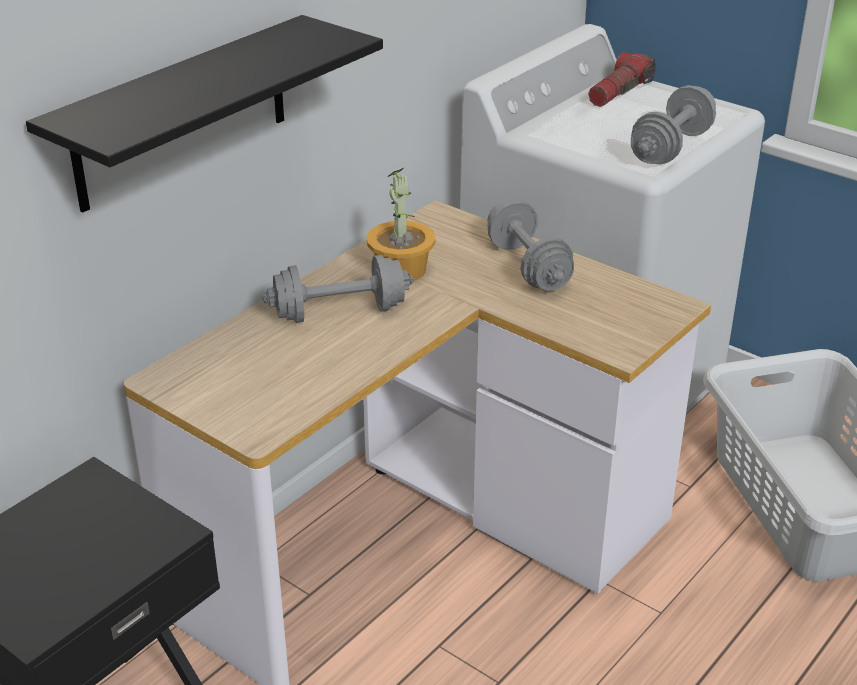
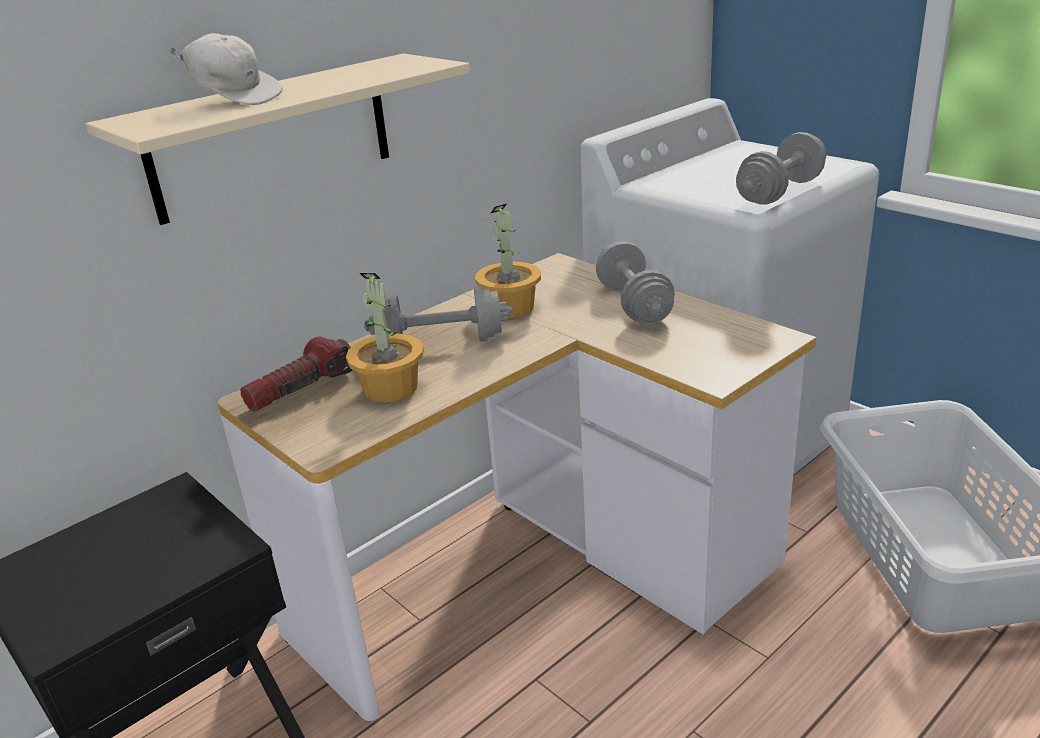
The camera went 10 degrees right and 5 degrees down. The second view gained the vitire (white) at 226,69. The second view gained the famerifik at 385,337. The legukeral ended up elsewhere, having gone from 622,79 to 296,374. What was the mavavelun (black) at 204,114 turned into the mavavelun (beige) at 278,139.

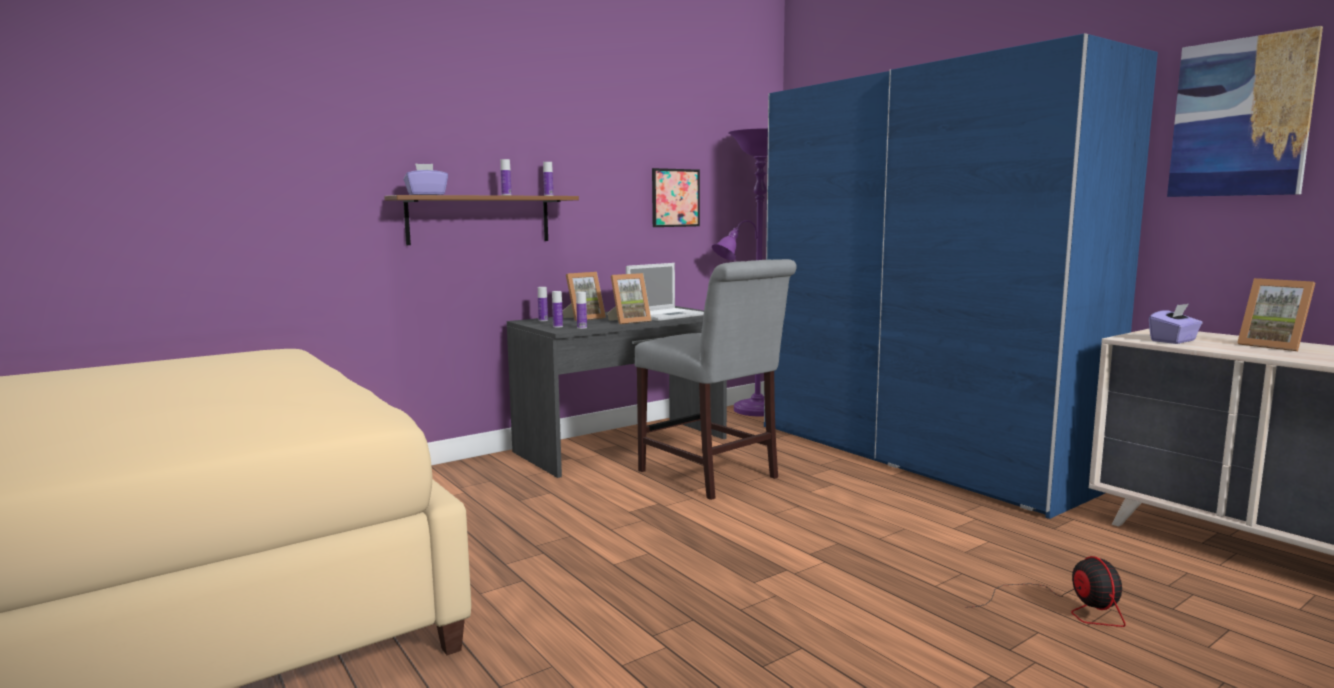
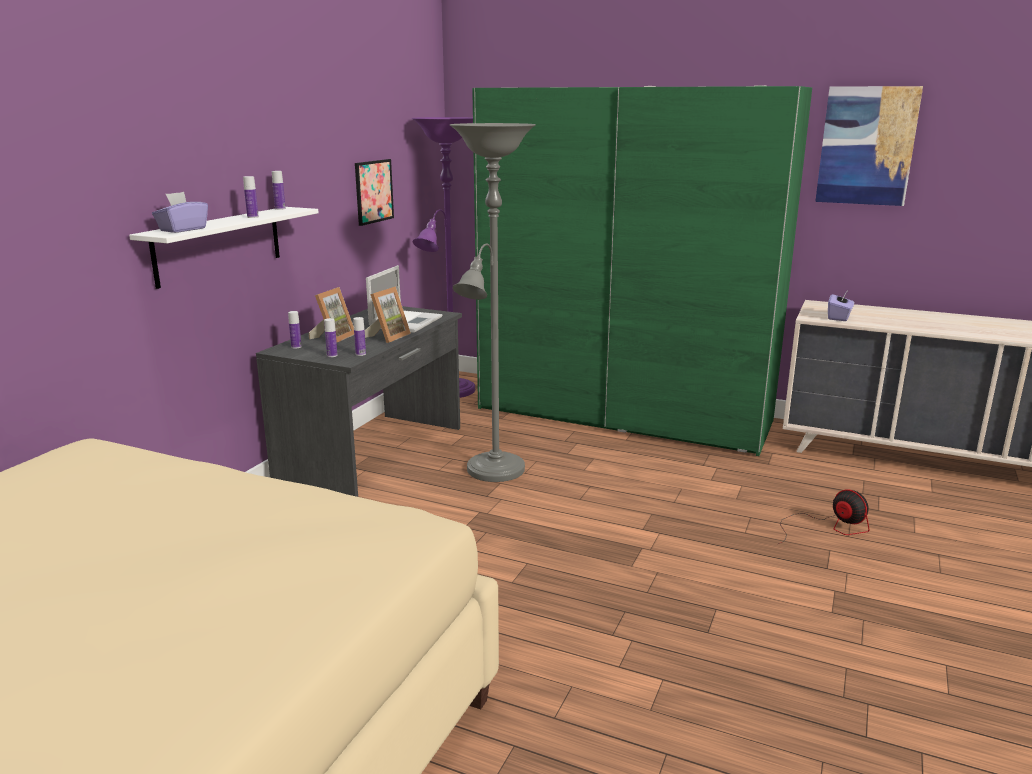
The camera went 30 degrees left and 10 degrees up. The second view lost the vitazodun at 1276,314. Where the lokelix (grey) stood at 715,379, the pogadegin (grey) came to stand at 493,302. What was the mavavelun (brown) at 481,220 turned into the mavavelun (white) at 224,248. What was the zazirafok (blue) at 961,276 turned into the zazirafok (green) at 642,270.

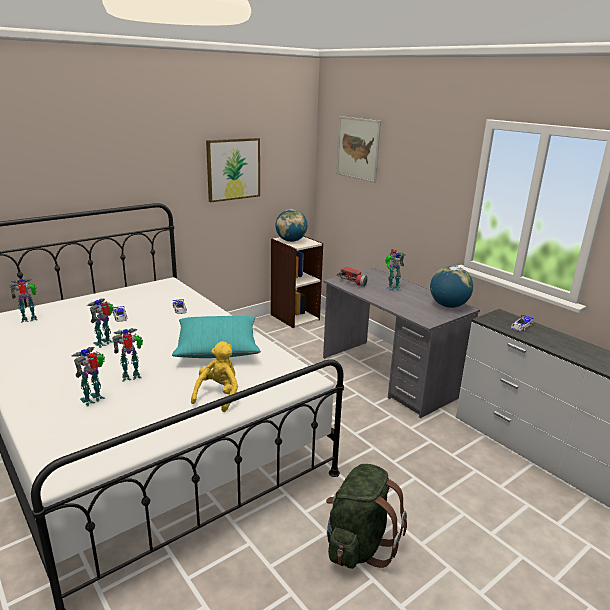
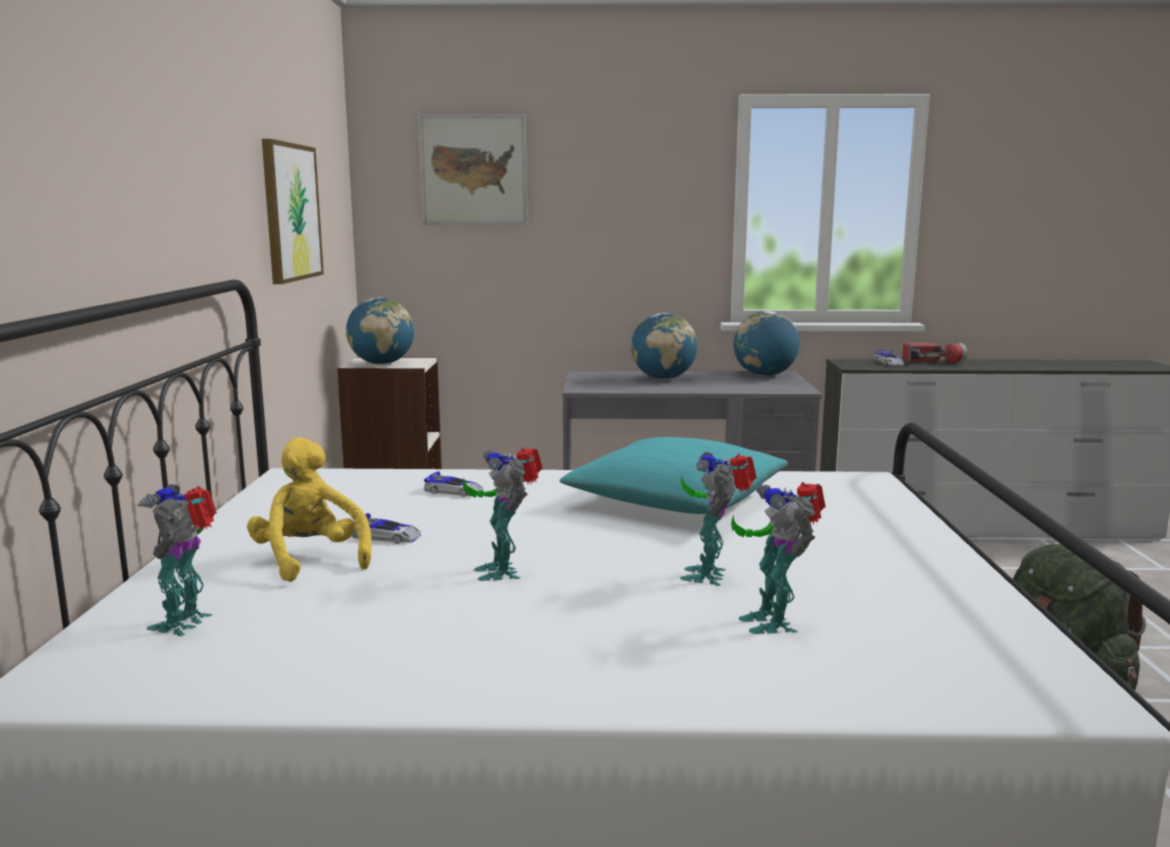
The camera went 50 degrees left and 10 degrees down. The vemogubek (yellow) ended up elsewhere, having gone from 214,376 to 309,509. The legukeral ended up elsewhere, having gone from 352,277 to 934,352. Where the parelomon stood at 395,270, the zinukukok came to stand at 664,346.

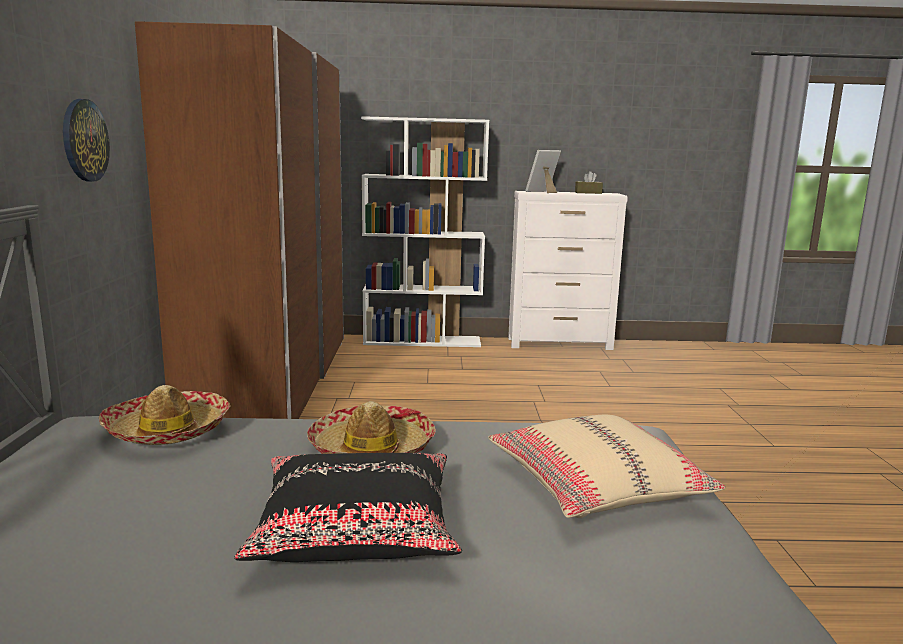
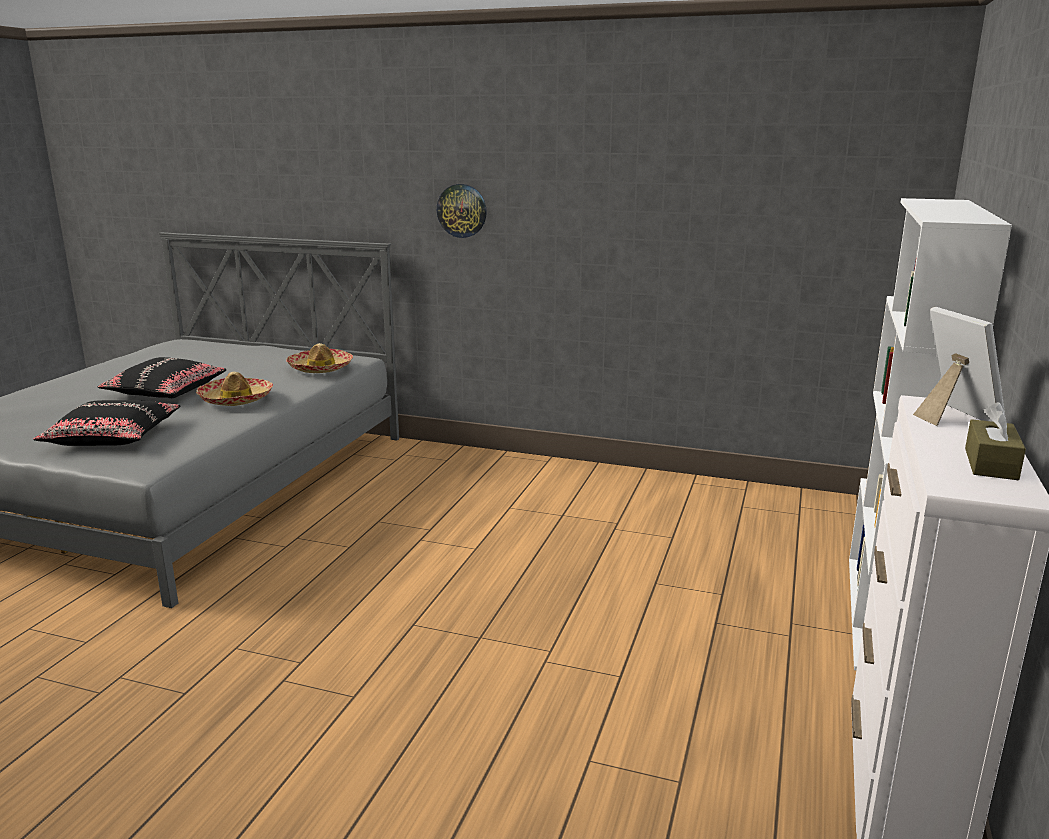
The camera went 110 degrees right and 5 degrees up. The second view lost the zazirafok (brown) at 239,220. What was the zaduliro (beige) at 606,466 turned into the zaduliro (black) at 107,423.

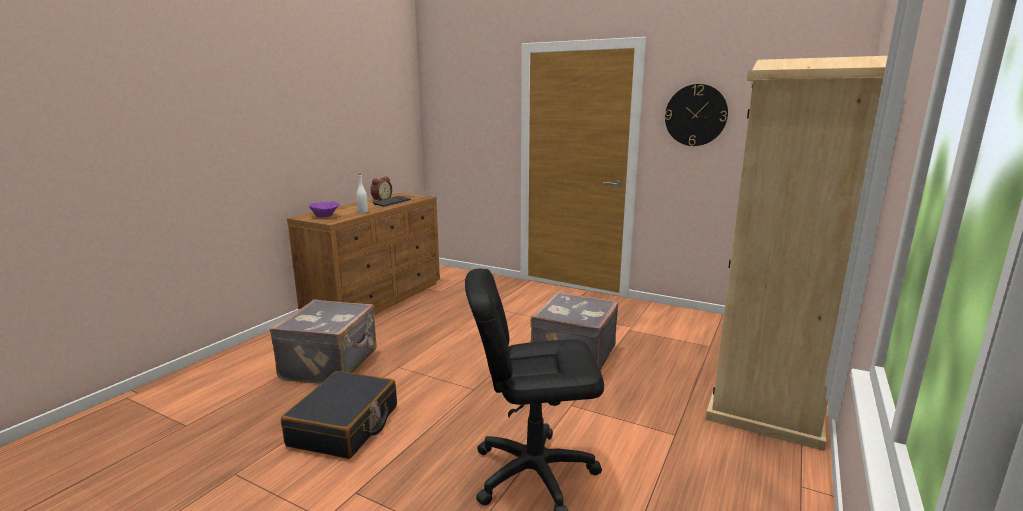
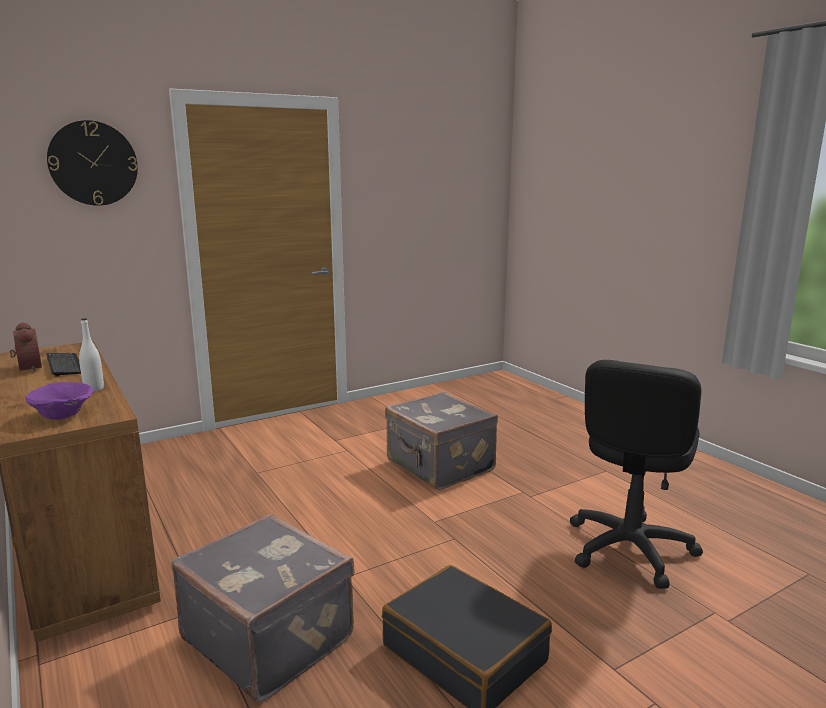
The camera went 60 degrees left and 0 degrees up. The second view lost the zazirafok (beige) at 797,253. The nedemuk ended up elsewhere, having gone from 696,115 to 92,163.

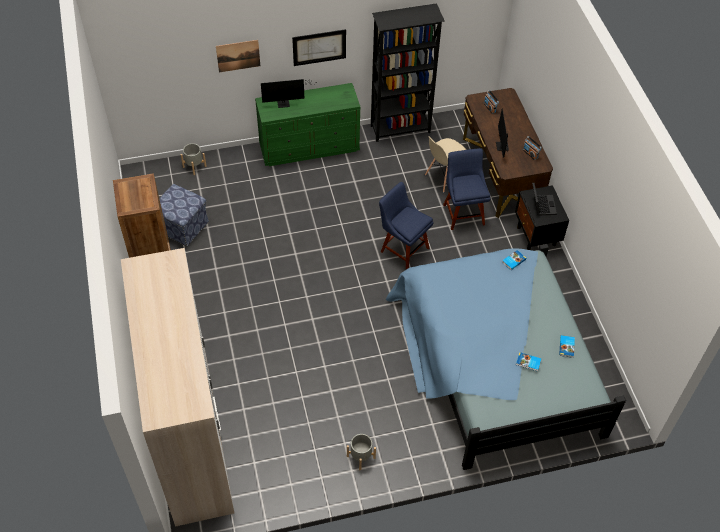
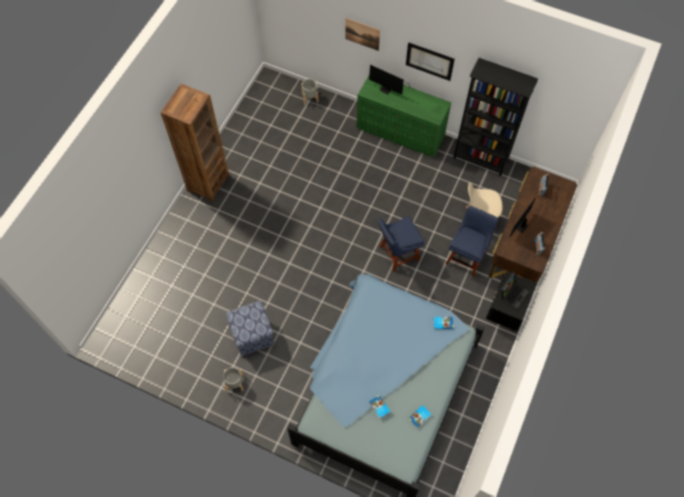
The camera went 40 degrees right and 10 degrees up. The second view lost the zazirafok at 177,387. The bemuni ended up elsewhere, having gone from 184,215 to 250,329. The lokelix (blue) at 406,225 ended up facing another way, 105 degrees counterclockwise from before.

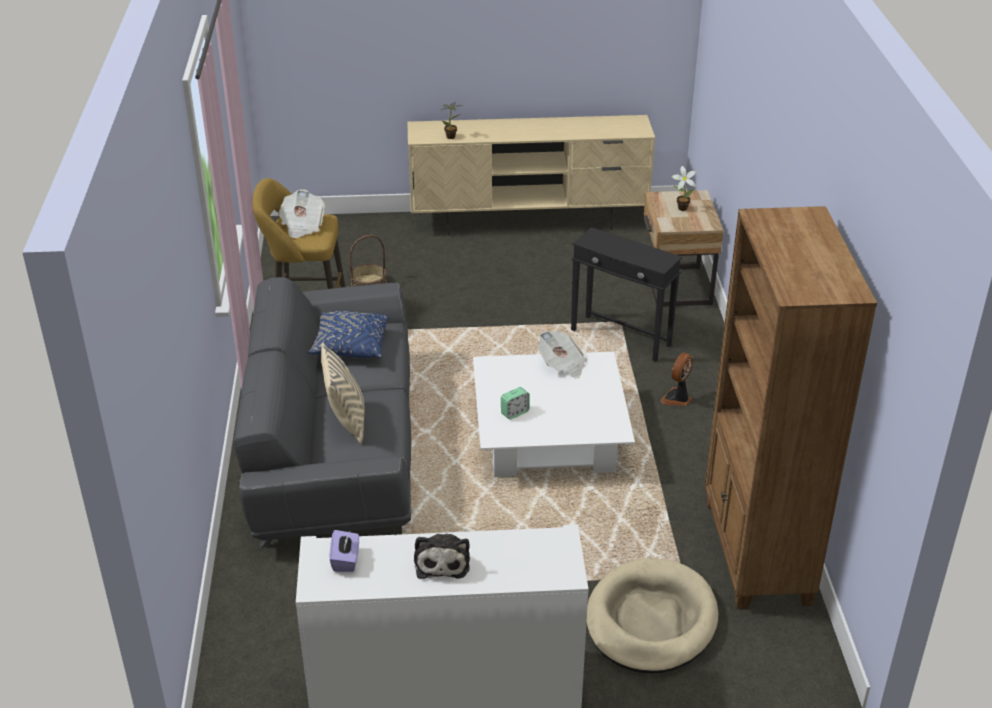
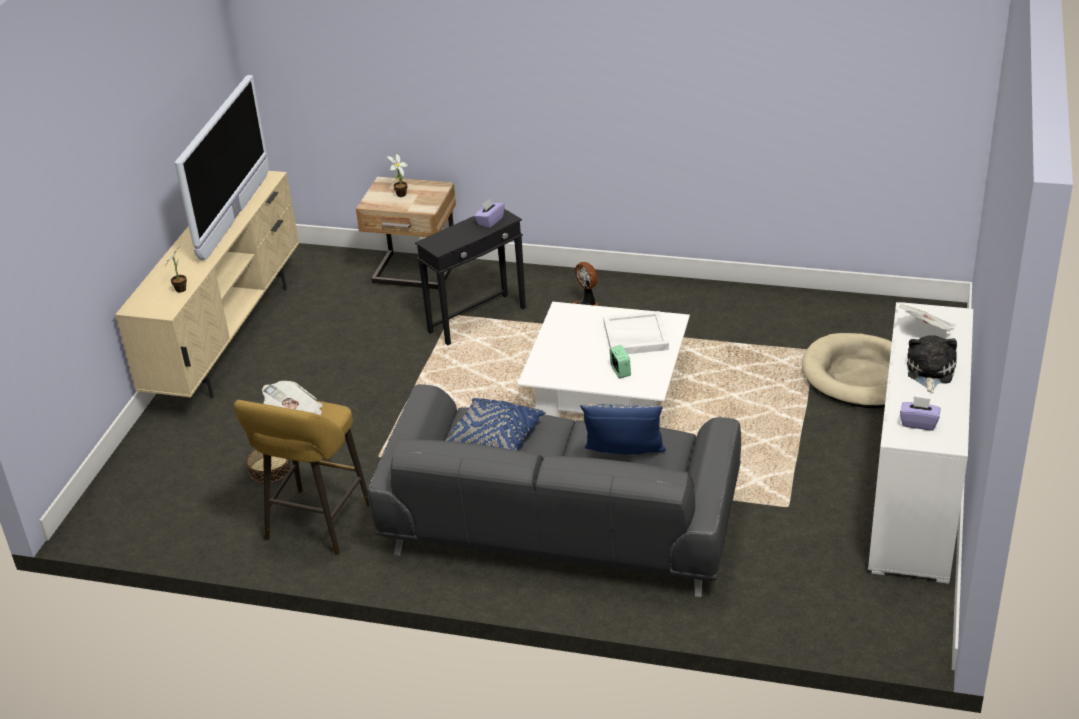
The camera went 70 degrees left and 0 degrees up. The second view lost the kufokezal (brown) at 791,407. The second view gained the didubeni at 221,167. The second view gained the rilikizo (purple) at 489,213. The second view gained the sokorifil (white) at 636,332. The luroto ended up elsewhere, having gone from 562,354 to 927,317. What was the zaduliro (beige) at 343,393 turned into the zaduliro (blue) at 623,429. The vemogubek at 442,556 ended up facing another way, 90 degrees counterclockwise from before.

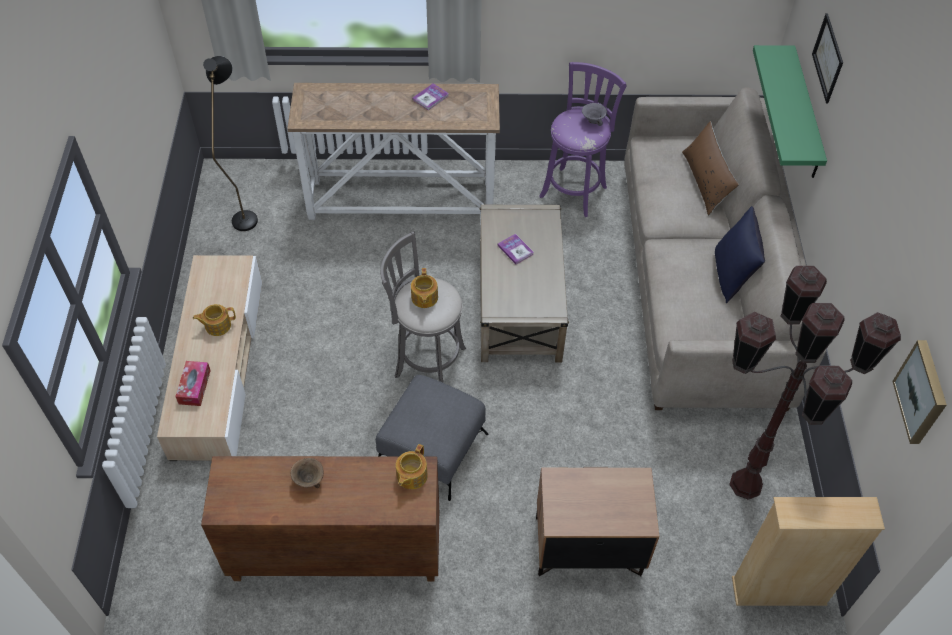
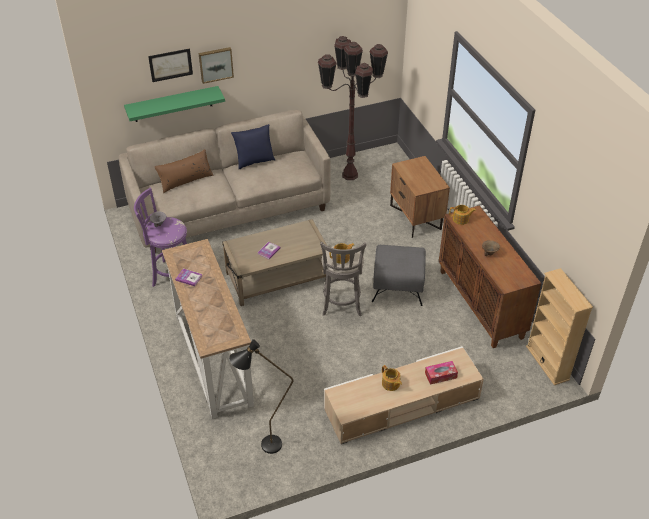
The camera went 110 degrees left and 10 degrees down. The kufokezal (beige) ended up elsewhere, having gone from 808,551 to 559,326. The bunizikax ended up elsewhere, having gone from 919,392 to 216,65.

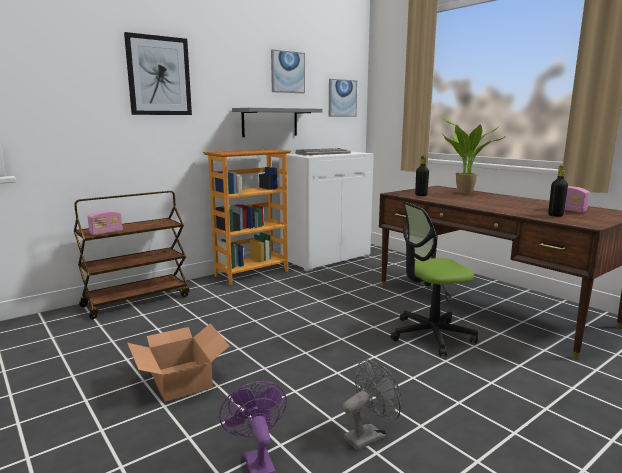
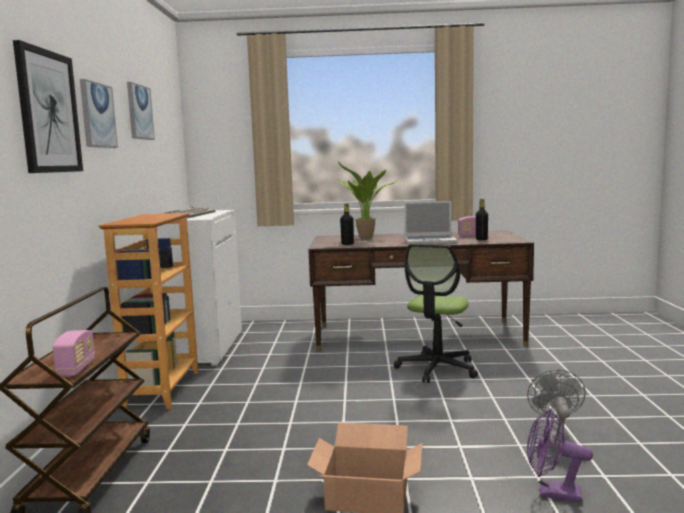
The camera went 50 degrees left and 5 degrees down. The second view lost the mavavelun (grey) at 277,122. The second view gained the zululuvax at 430,223. The bunizikax ended up elsewhere, having gone from 343,98 to 99,113.

